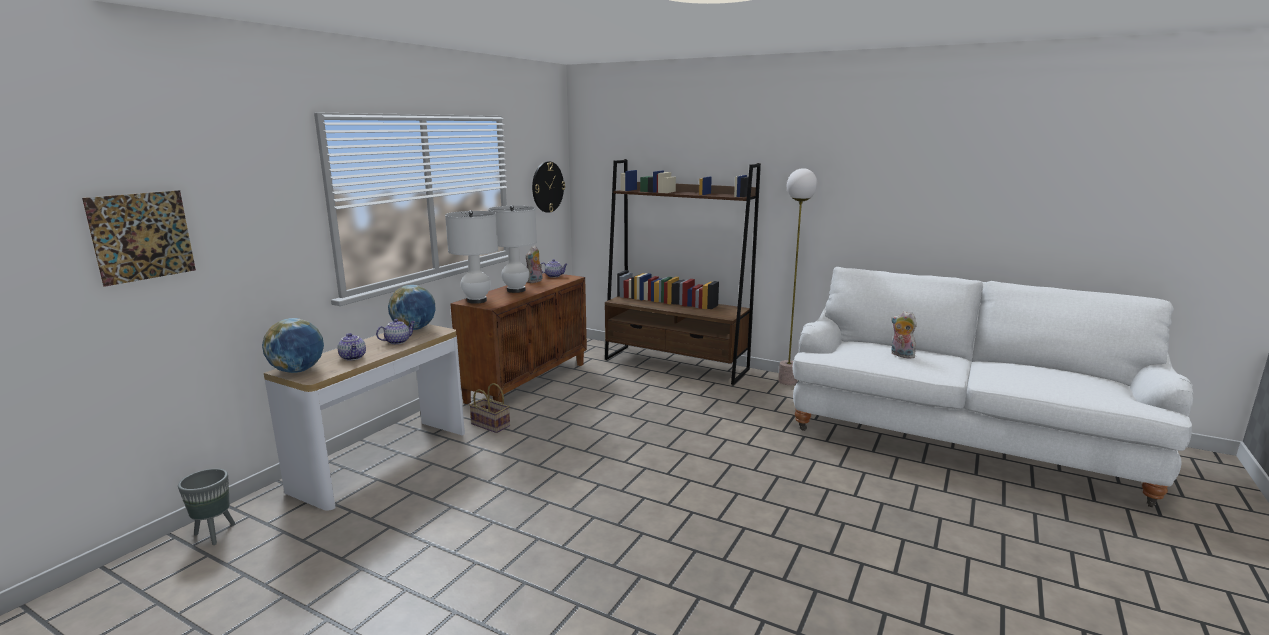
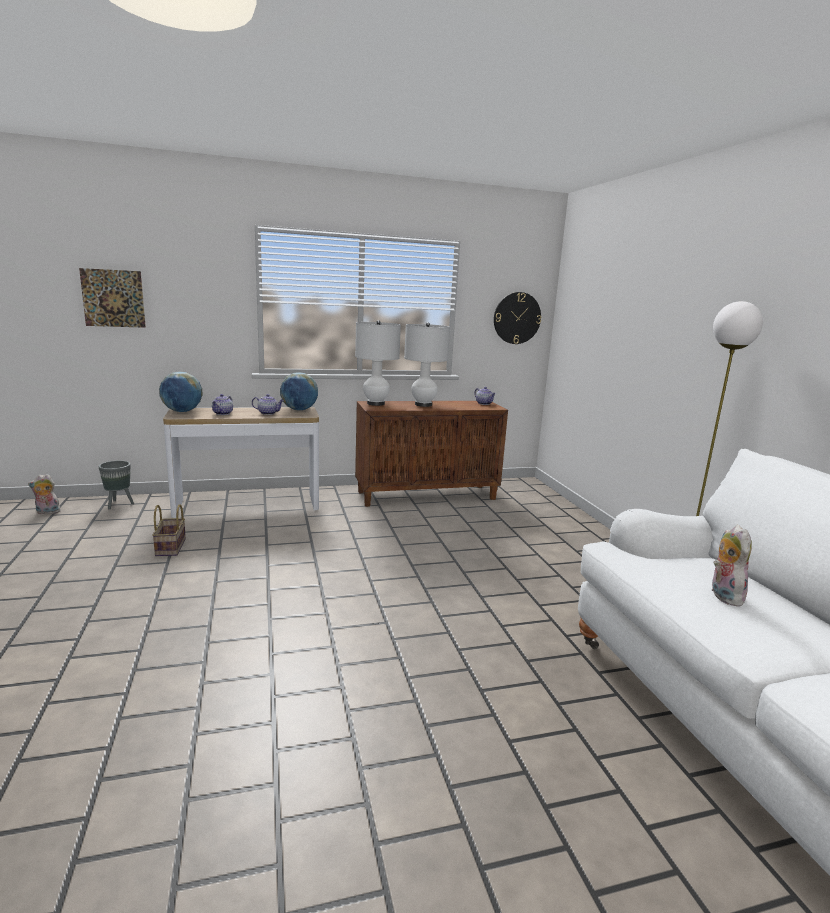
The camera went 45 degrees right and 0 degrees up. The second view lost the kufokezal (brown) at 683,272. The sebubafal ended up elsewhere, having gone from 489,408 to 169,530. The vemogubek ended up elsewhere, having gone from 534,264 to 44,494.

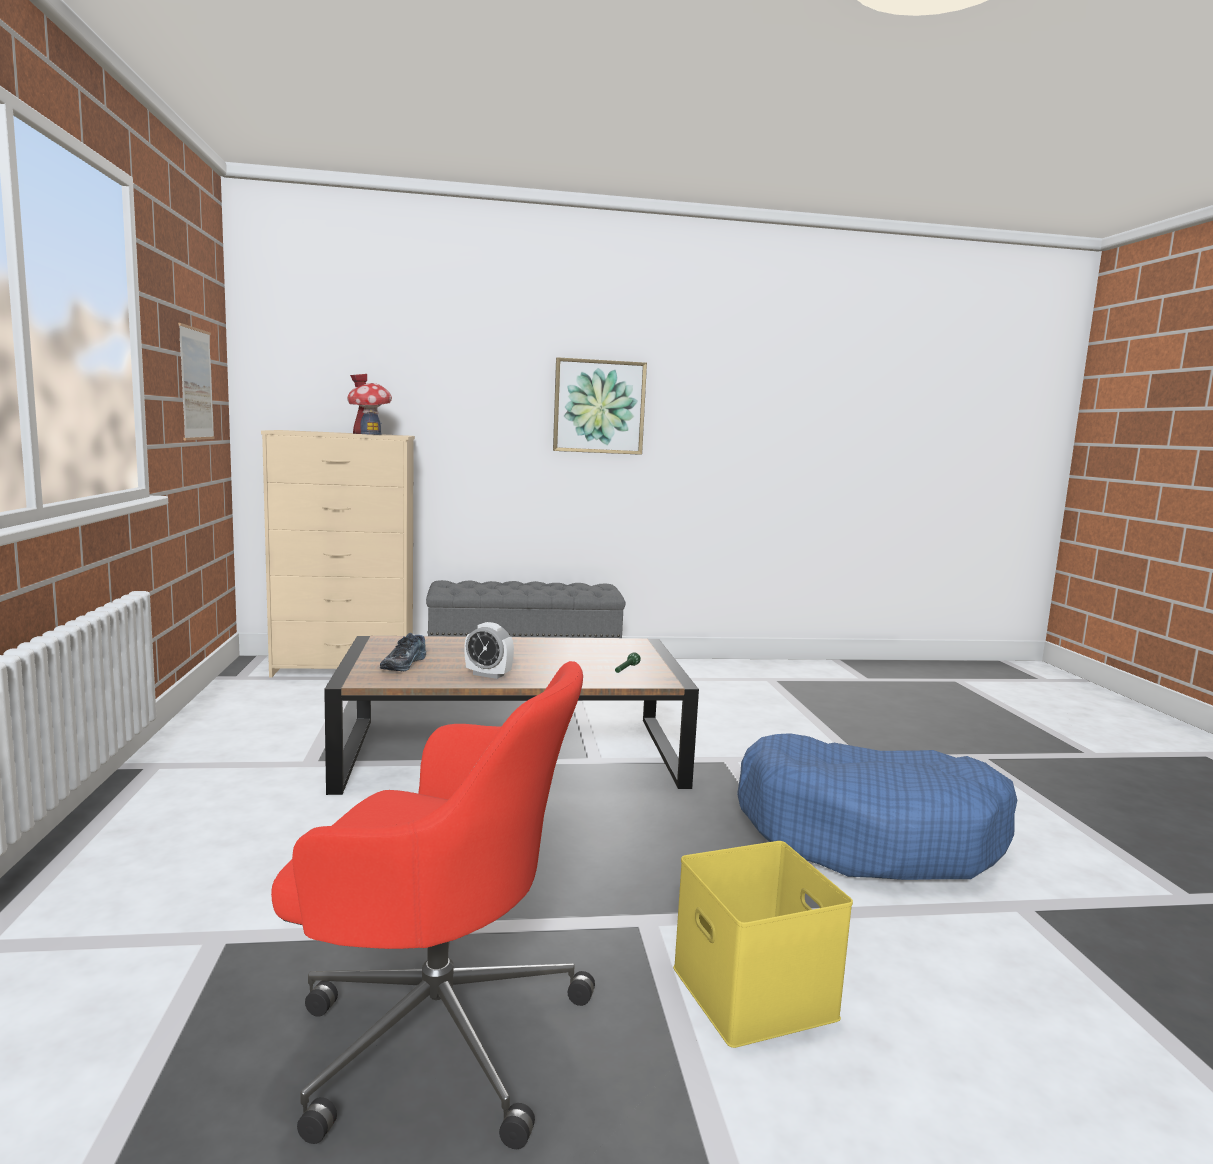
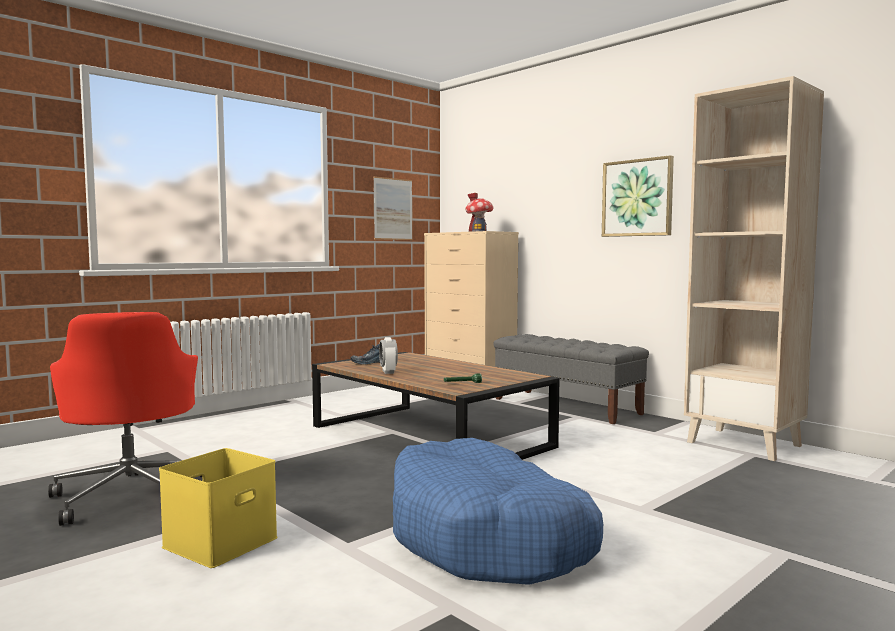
The camera went 55 degrees right and 5 degrees down. The second view gained the kufokezal (beige) at 754,268.

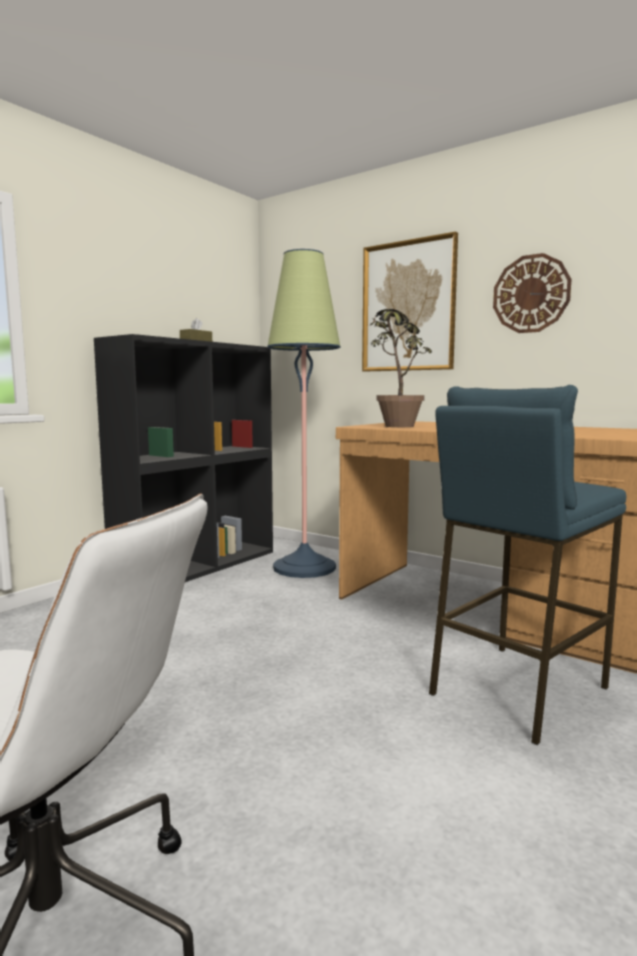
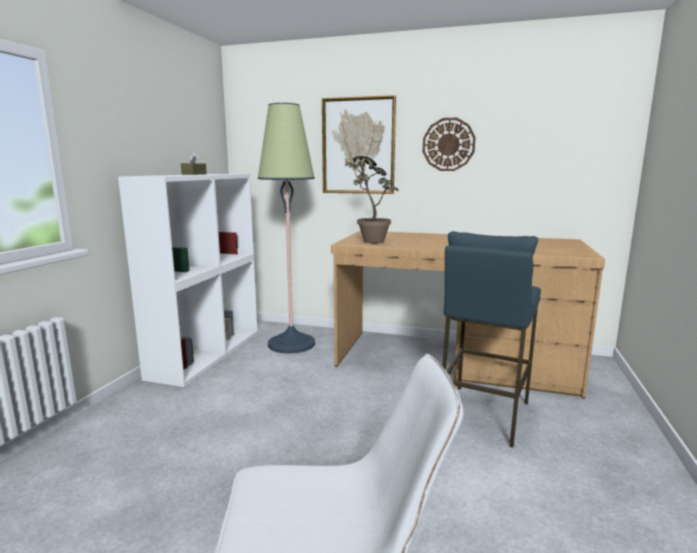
The camera went 20 degrees left and 5 degrees up. What was the kufokezal (black) at 183,458 turned into the kufokezal (white) at 188,280.

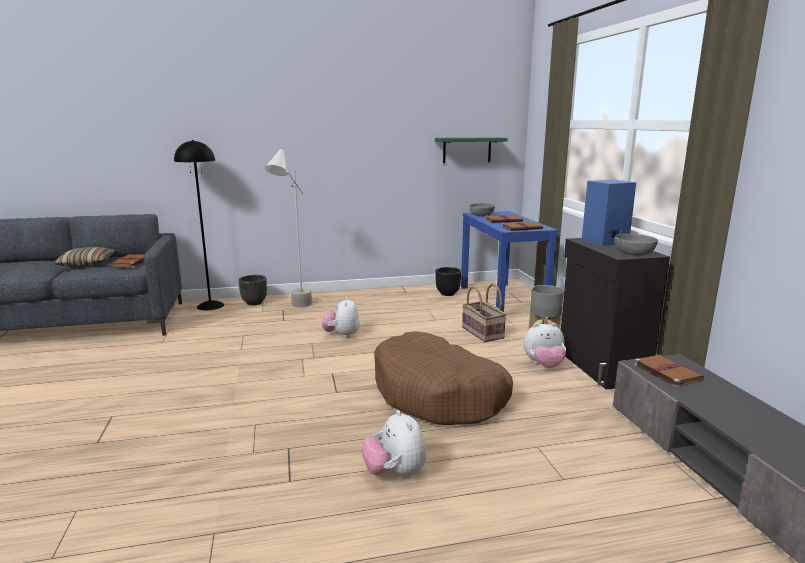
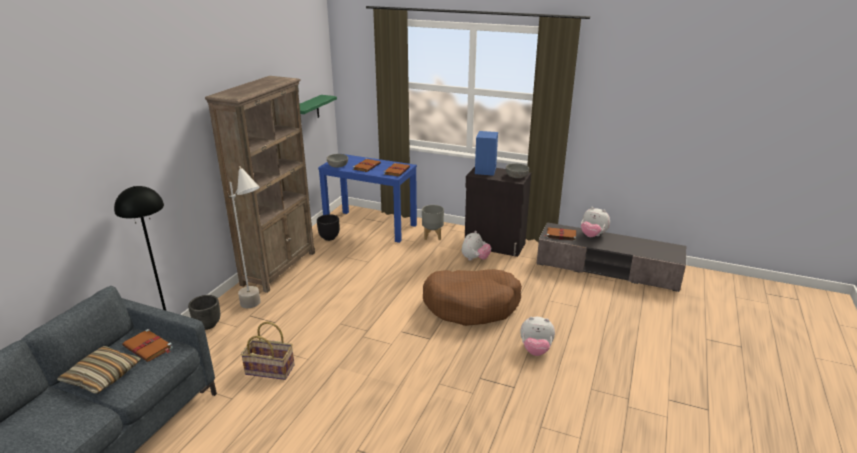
The camera went 55 degrees left and 10 degrees up. The second view gained the kufokezal (brown) at 260,184. The vemogubek ended up elsewhere, having gone from 341,317 to 595,222. The sebubafal ended up elsewhere, having gone from 484,312 to 268,351.

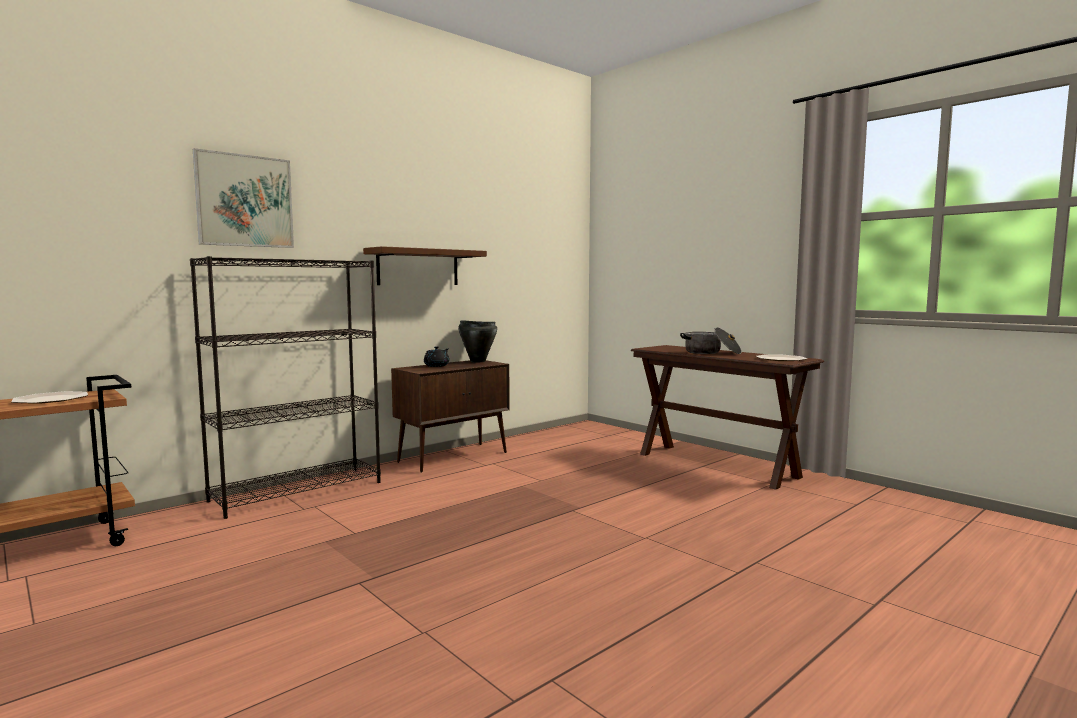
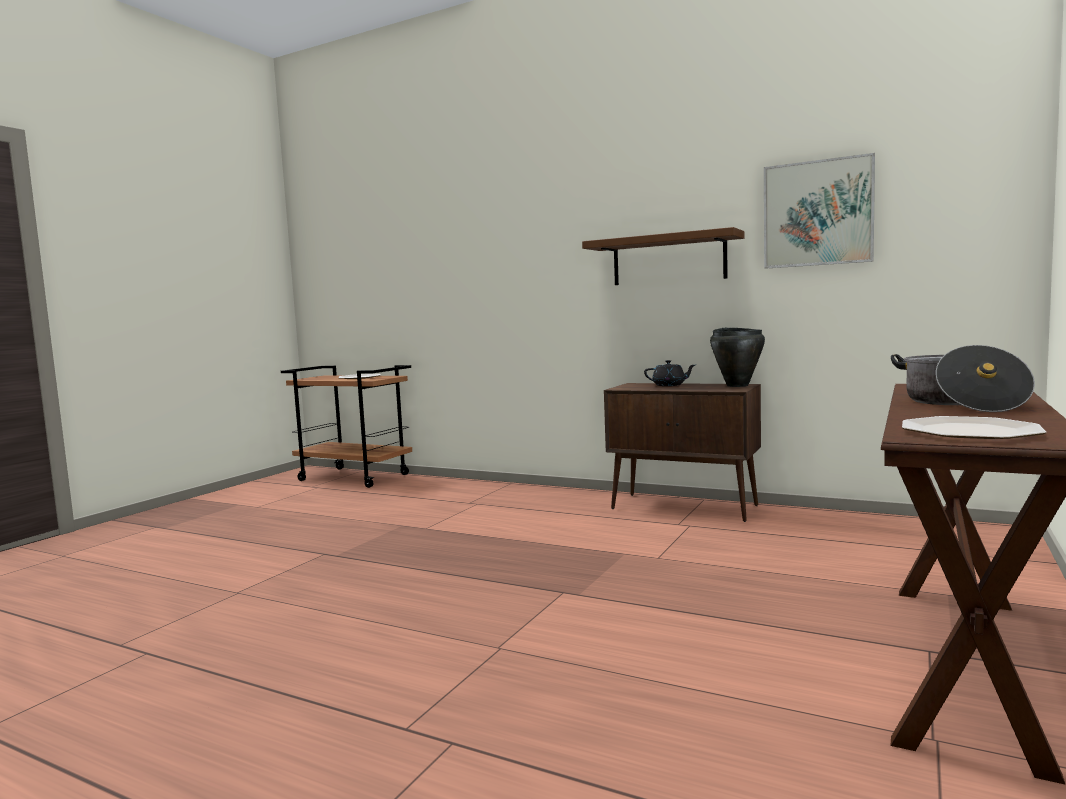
The camera went 70 degrees right and 0 degrees up. The second view lost the kufokezal (black) at 285,387. The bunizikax ended up elsewhere, having gone from 243,198 to 819,211.

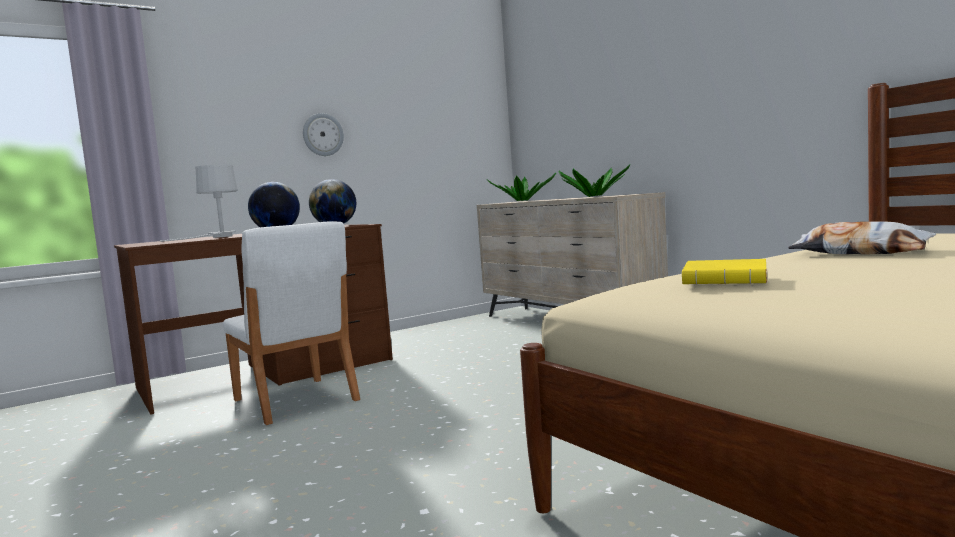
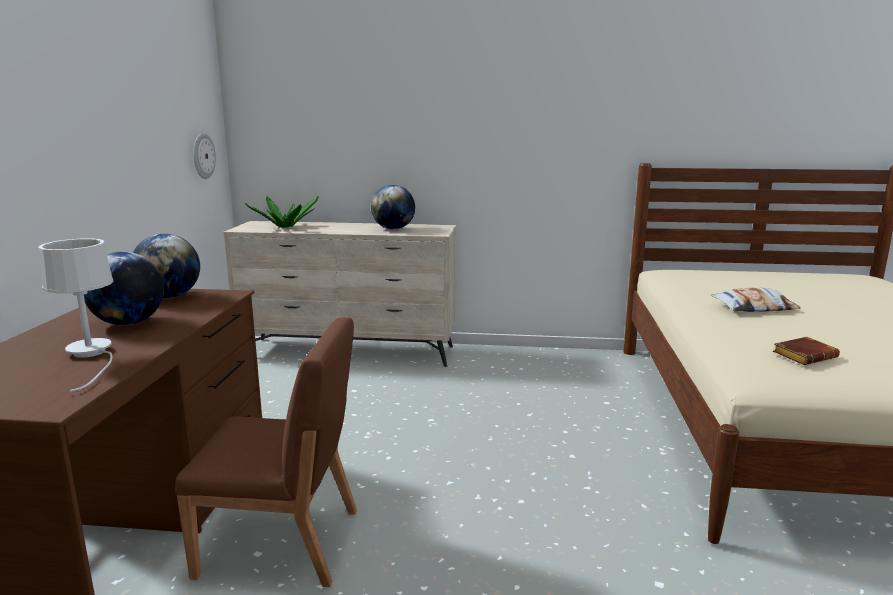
The camera went 50 degrees left and 10 degrees up. The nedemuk ended up elsewhere, having gone from 323,134 to 205,156. Where the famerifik stood at 594,180, the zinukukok came to stand at 393,207. What was the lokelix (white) at 291,323 turned into the lokelix (brown) at 266,452. What was the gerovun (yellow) at 724,272 turned into the gerovun (brown) at 806,351.

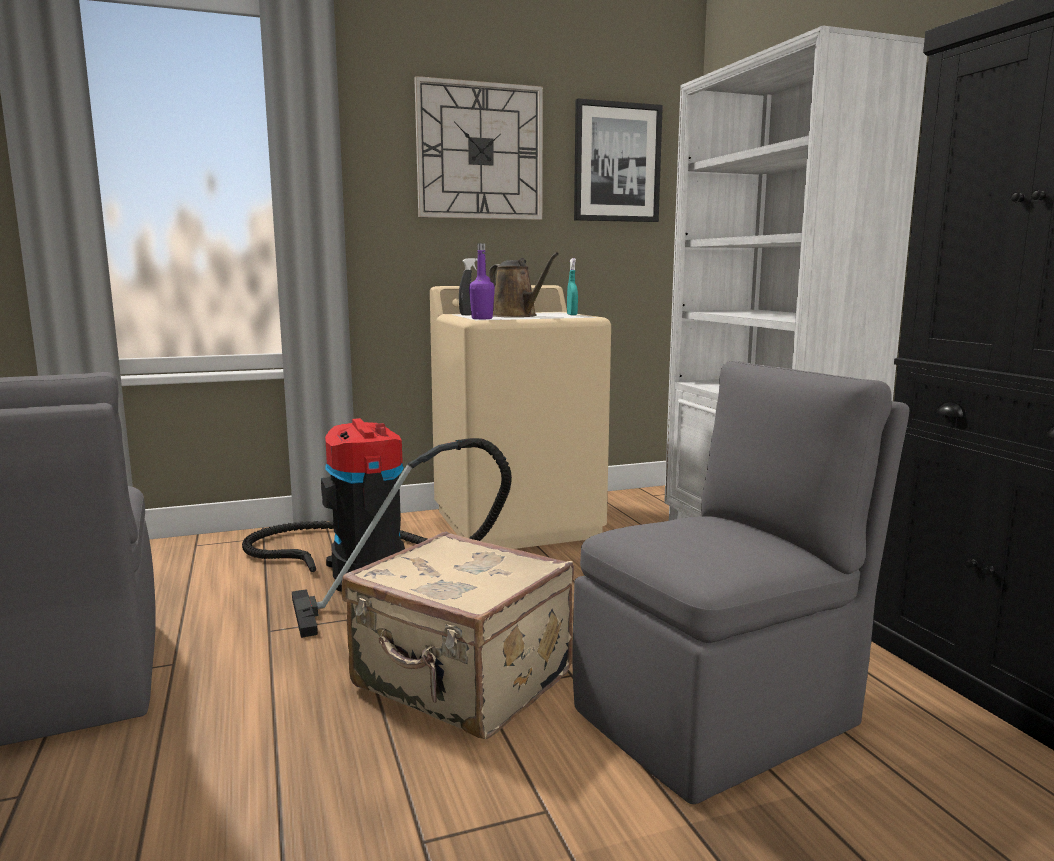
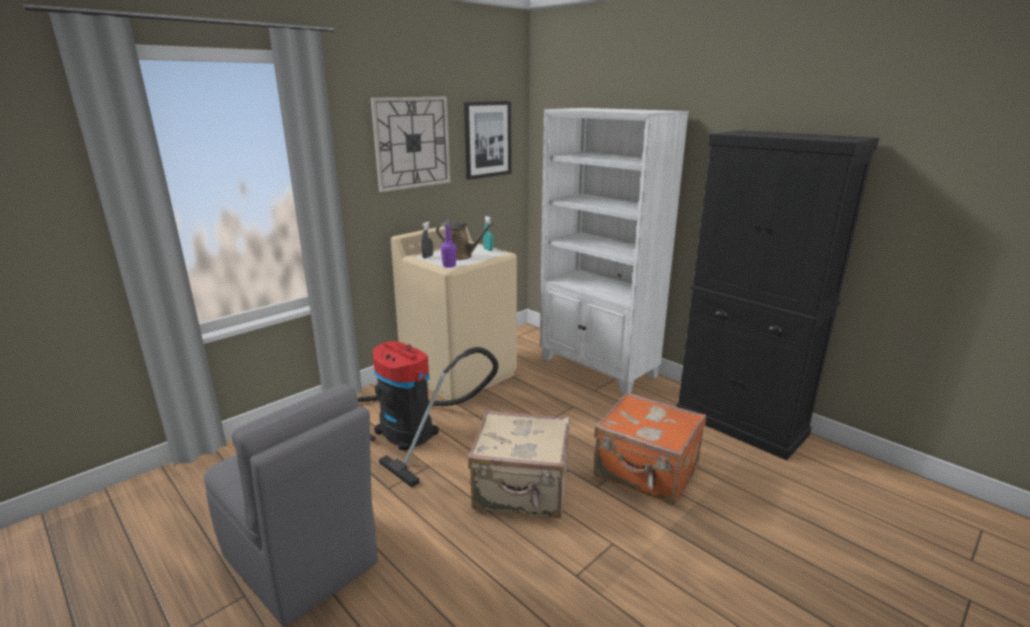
The camera went 25 degrees left and 10 degrees up. Where the lokelix (grey) stood at 740,582, the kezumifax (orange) came to stand at 650,449.

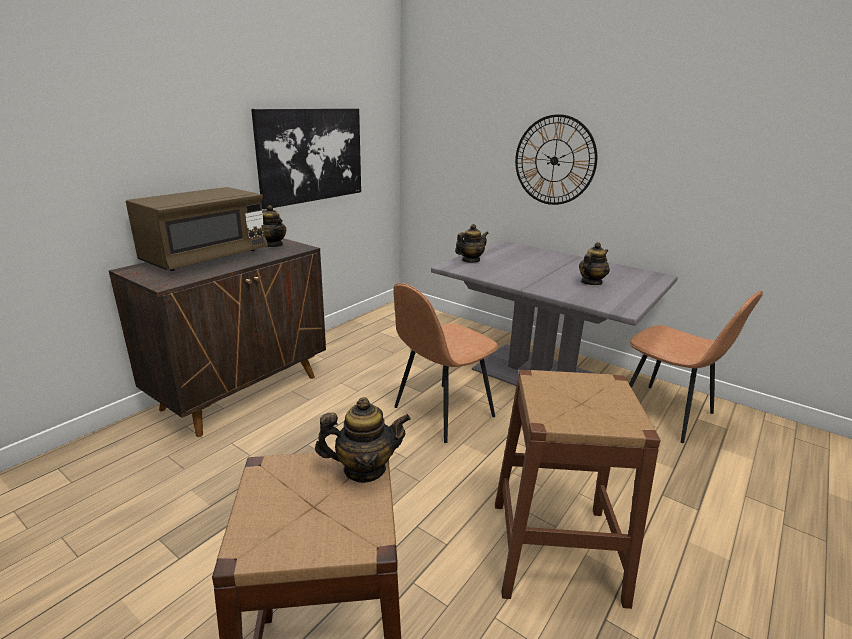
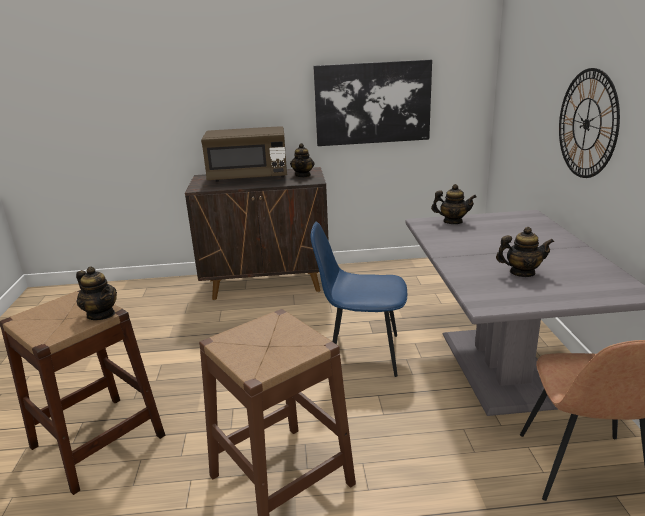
The camera went 50 degrees right and 0 degrees up. What was the lokelix (brown) at 445,363 turned into the lokelix (blue) at 359,299.

